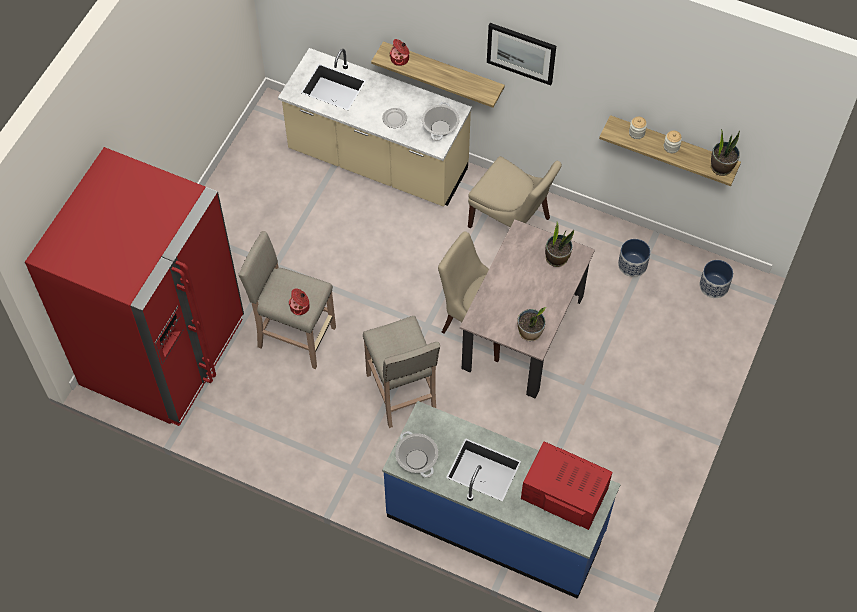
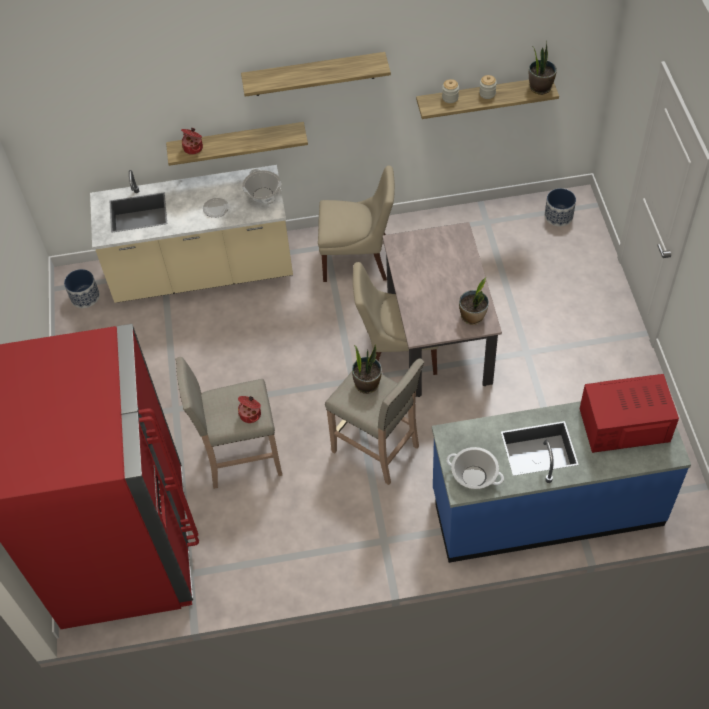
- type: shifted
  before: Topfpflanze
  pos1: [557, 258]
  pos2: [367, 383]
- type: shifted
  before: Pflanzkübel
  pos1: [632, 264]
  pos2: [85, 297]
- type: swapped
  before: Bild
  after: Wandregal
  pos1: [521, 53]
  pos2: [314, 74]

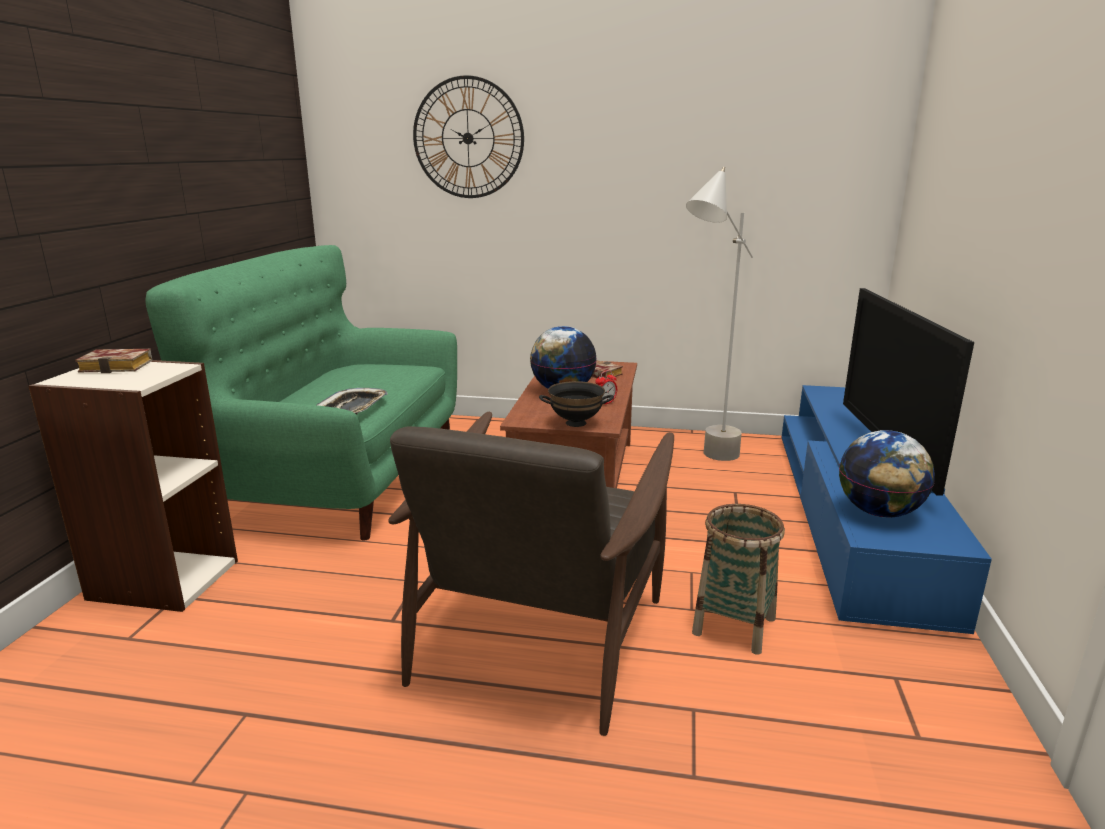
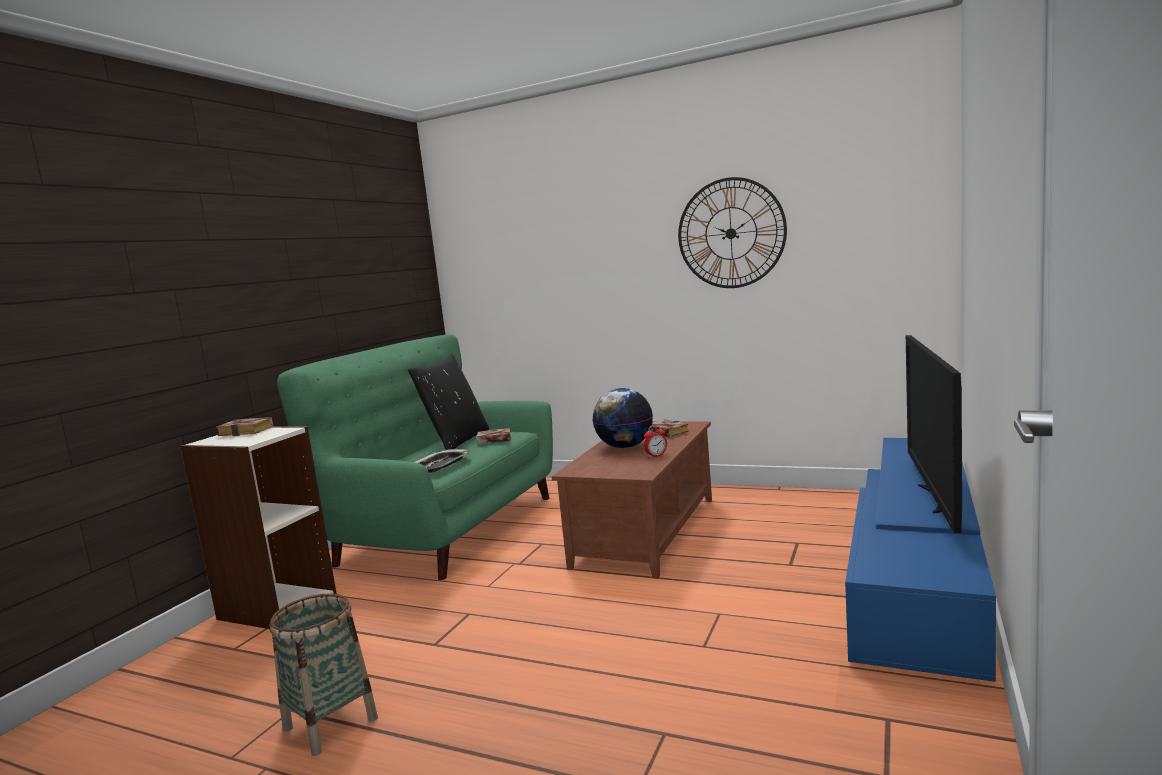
- type: gone
  before: Sessel (braun)
  pos1: [541, 632]
- type: gone
  before: Schüssel (schwarz)
  pos1: [575, 423]
- type: gone
  before: Stehlampe (grau)
  pos1: [706, 463]
- type: gone
  before: Globus
  pos1: [878, 512]
- type: new
  after: Kissen (schwarz)
  pos2: [456, 441]
- type: new
  after: Buch
  pos2: [493, 441]
- type: shifted
  before: Wanduhr
  pos1: [468, 138]
  pos2: [731, 233]
- type: shifted
  before: Korb
  pos1: [734, 626]
  pos2: [330, 723]

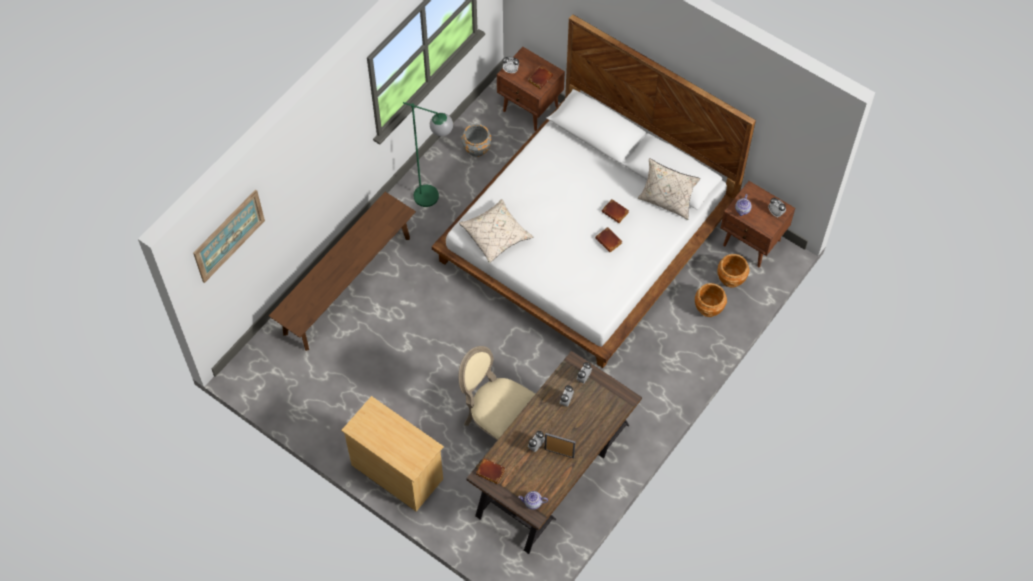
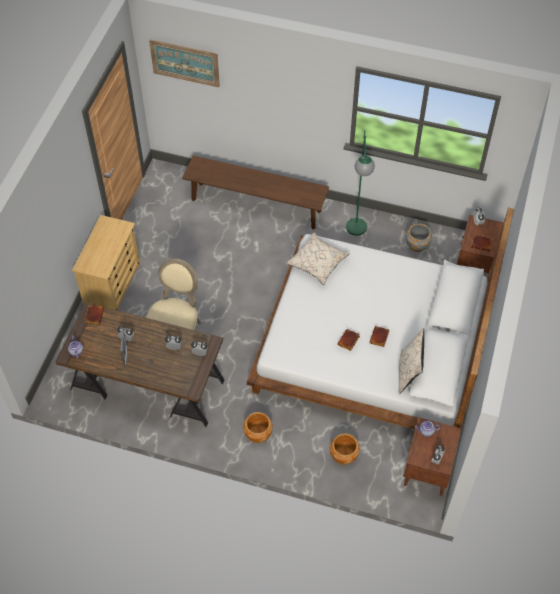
- type: shifted
  before: Pflanzkübel (braun)
  pos1: [731, 278]
  pos2: [258, 434]

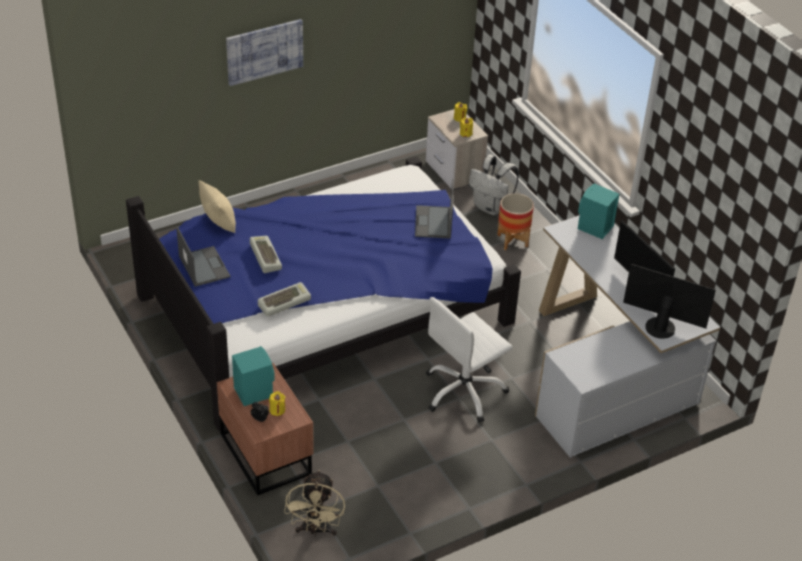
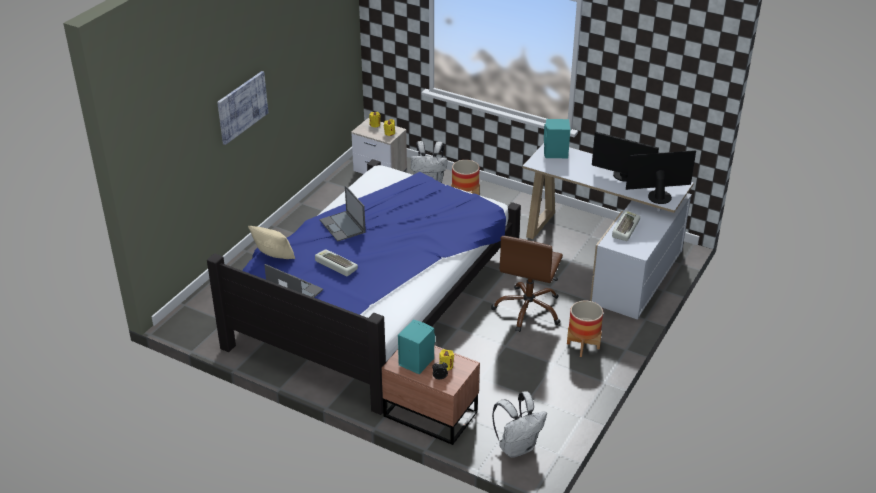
- type: new
  after: Pflanzkübel
  pos2: [583, 346]
- type: shifted
  before: Tastatur
  pos1: [284, 302]
  pos2: [625, 228]
- type: shifted
  before: Laptop
  pos1: [433, 223]
  pos2: [343, 226]
- type: swapped
  before: Ventilator (beige)
  after: Rucksack (weiß)
  pos1: [316, 530]
  pos2: [517, 447]
- type: repainted
  before: Bürostuhl (weiß)
  after: Bürostuhl (braun)
  pos1: [464, 392]
  pos2: [528, 310]

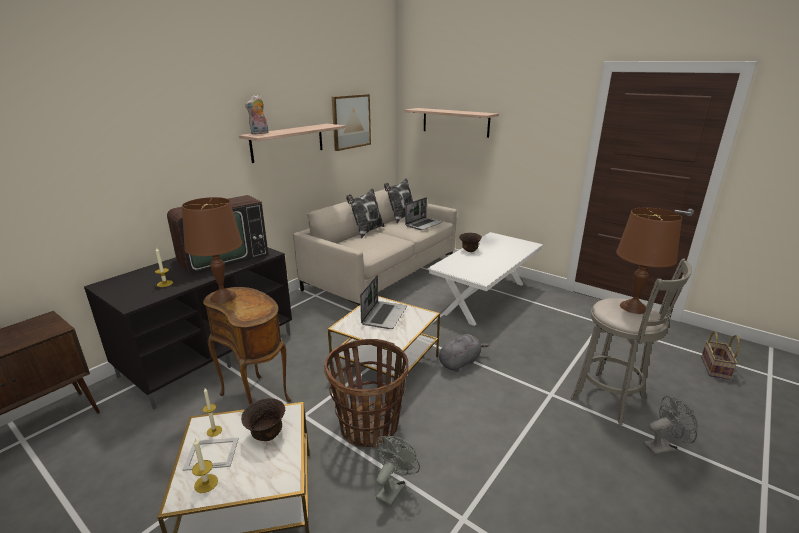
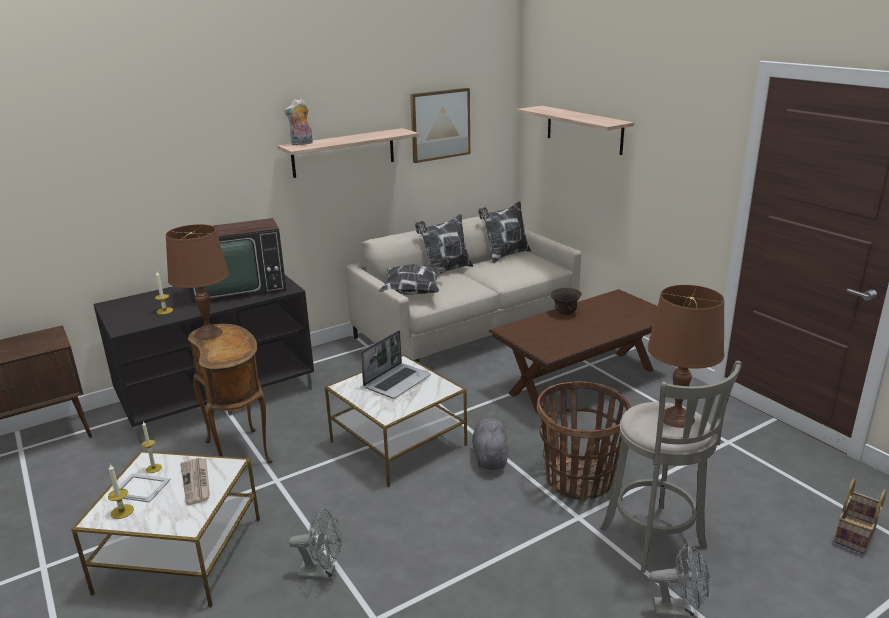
- type: gone
  before: Laptop
  pos1: [424, 224]
- type: new
  after: Kissen
  pos2: [413, 292]
- type: shifted
  before: Korb
  pos1: [369, 425]
  pos2: [579, 479]
- type: swapped
  before: Schüssel (braun)
  after: Zeitung
  pos1: [267, 435]
  pos2: [197, 482]
- type: repainted
  before: Couchtisch (weiß)
  after: Couchtisch (braun)
  pos1: [484, 298]
  pos2: [582, 381]
- type: rotated
  before: Ventilator (grau)
  pos1: [393, 488]
  pos2: [322, 573]
  turn: 45
- type: rotated
  before: Plüschtier (grau)
  pos1: [460, 362]
  pos2: [490, 457]
  turn: -75

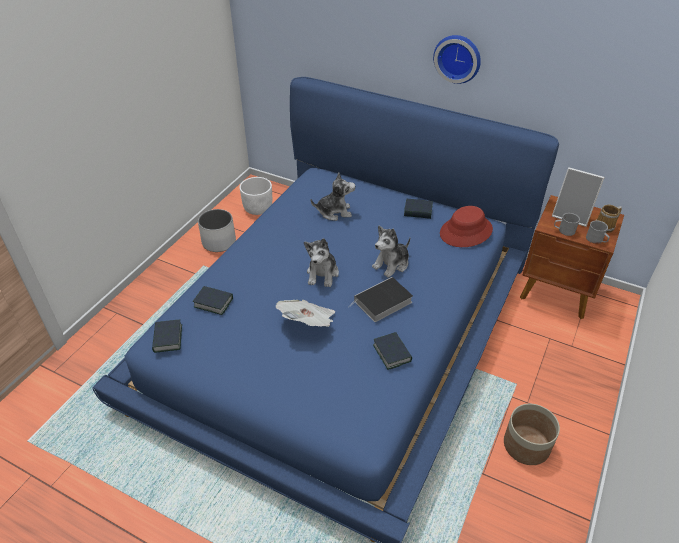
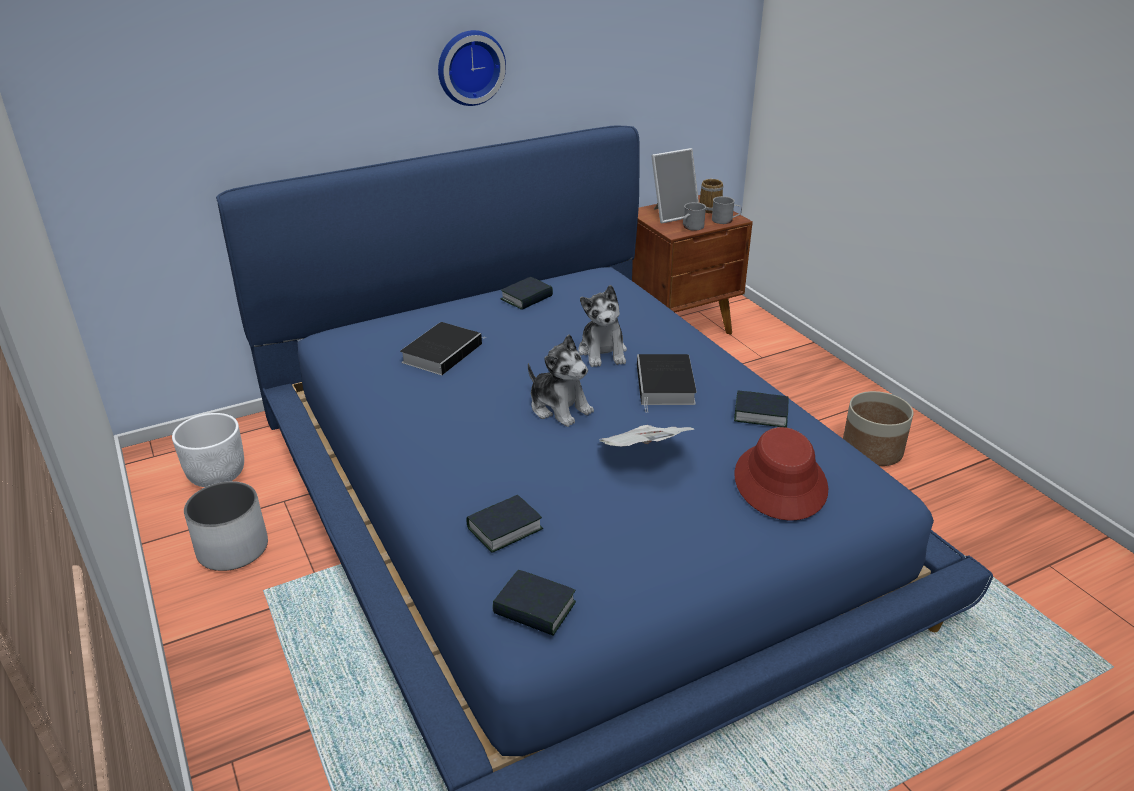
- type: shifted
  before: Hut (rot)
  pos1: [466, 232]
  pos2: [781, 482]
- type: swapped
  before: Plüschtier
  after: Buch
  pos1: [334, 212]
  pos2: [443, 352]

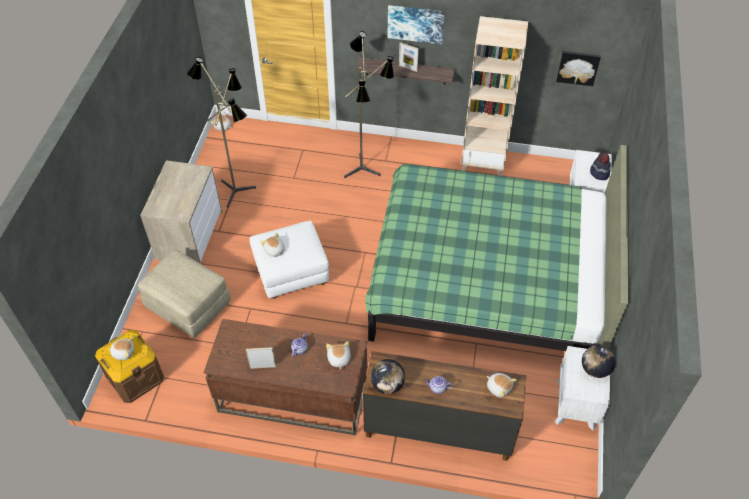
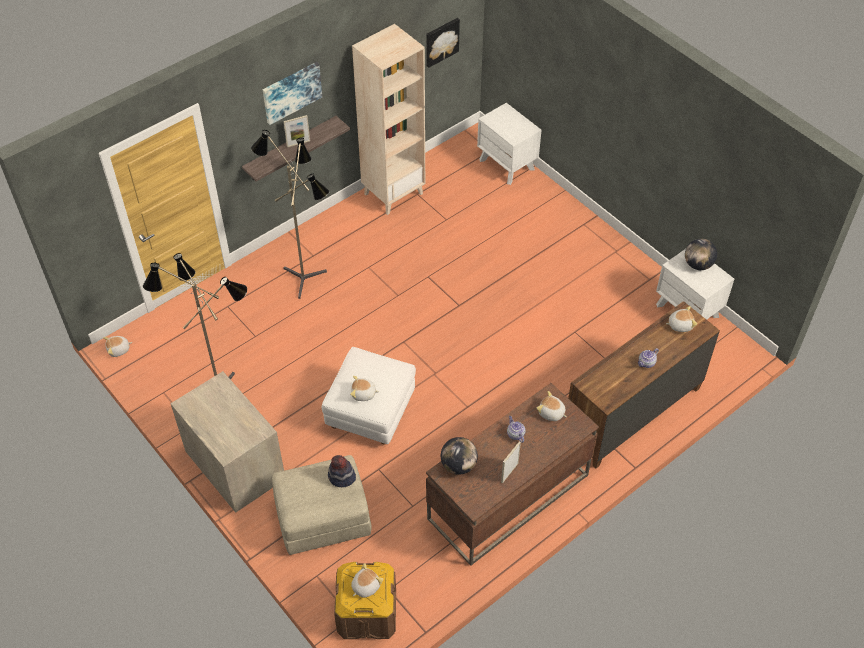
- type: gone
  before: Bett (grün)
  pos1: [488, 279]
- type: shifted
  before: Globus
  pos1: [387, 385]
  pos2: [458, 465]
- type: shifted
  before: Hut
  pos1: [599, 173]
  pos2: [341, 477]

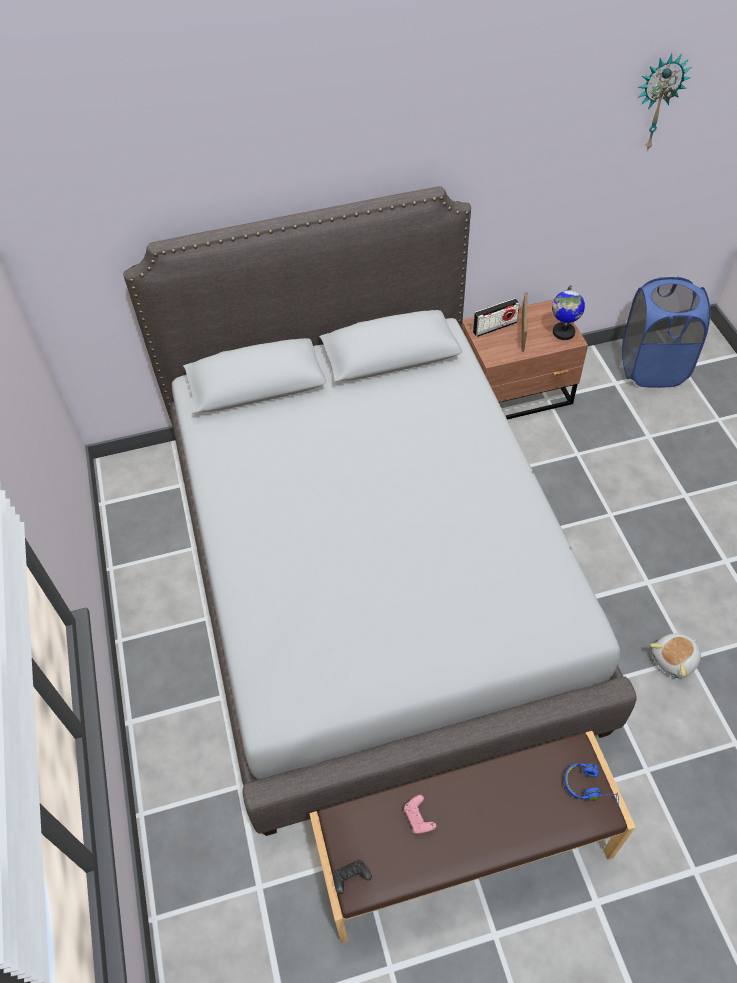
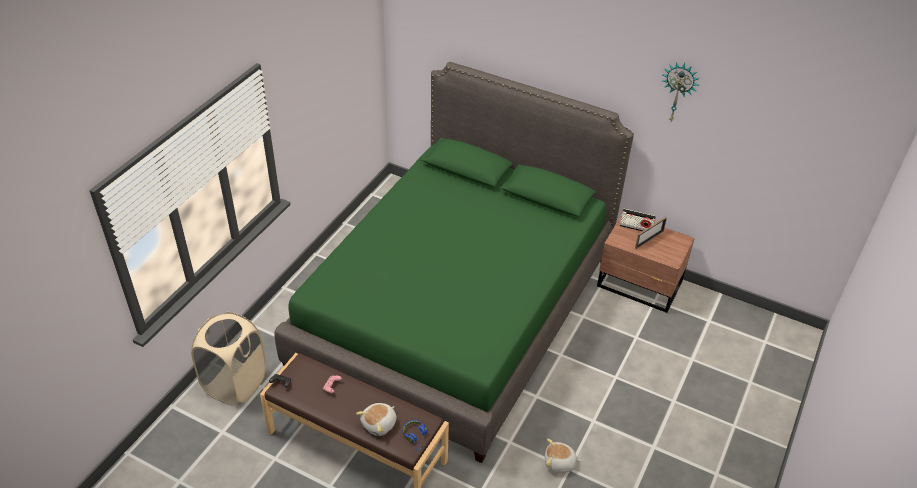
- type: gone
  before: Globus
  pos1: [563, 332]
- type: gone
  before: Wäschekorb (blau)
  pos1: [652, 368]
- type: new
  after: Wäschekorb (beige)
  pos2: [235, 384]
- type: new
  after: Plüschtier
  pos2: [379, 424]
- type: shifted
  before: Wanduhr
  pos1: [656, 102]
  pos2: [678, 91]
- type: repainted
  before: Bett (grau)
  after: Bett (grün)
  pos1: [373, 573]
  pos2: [456, 310]

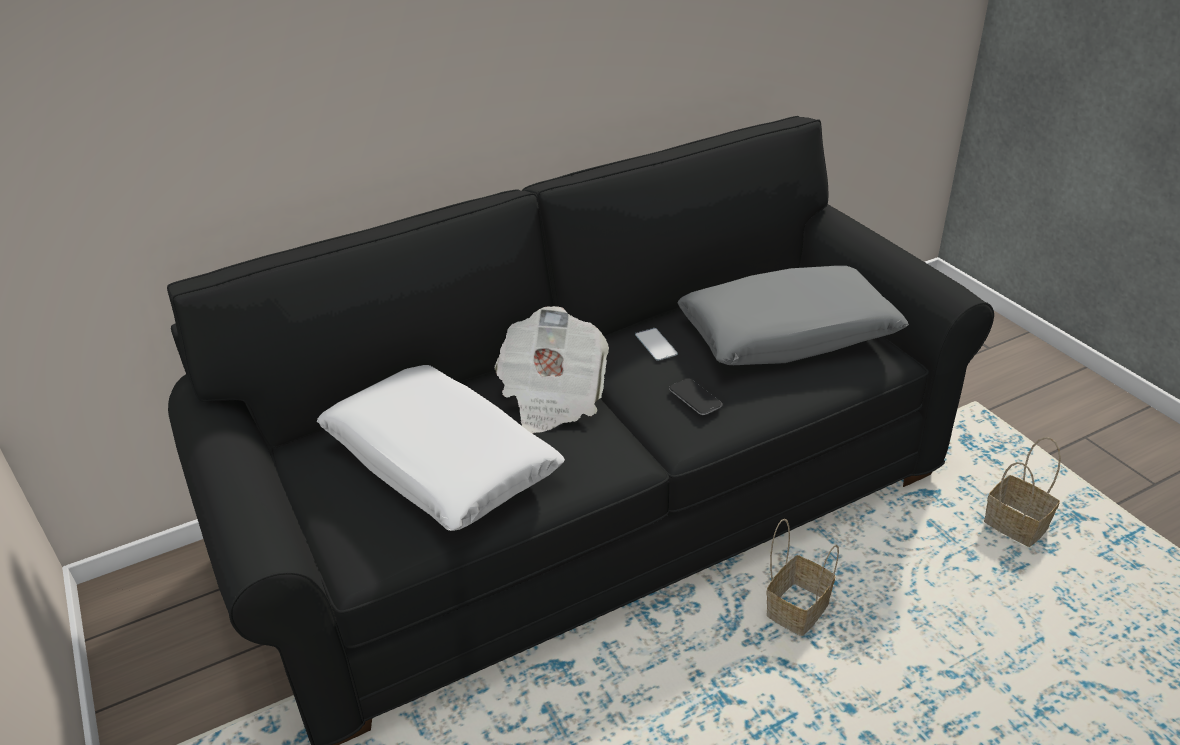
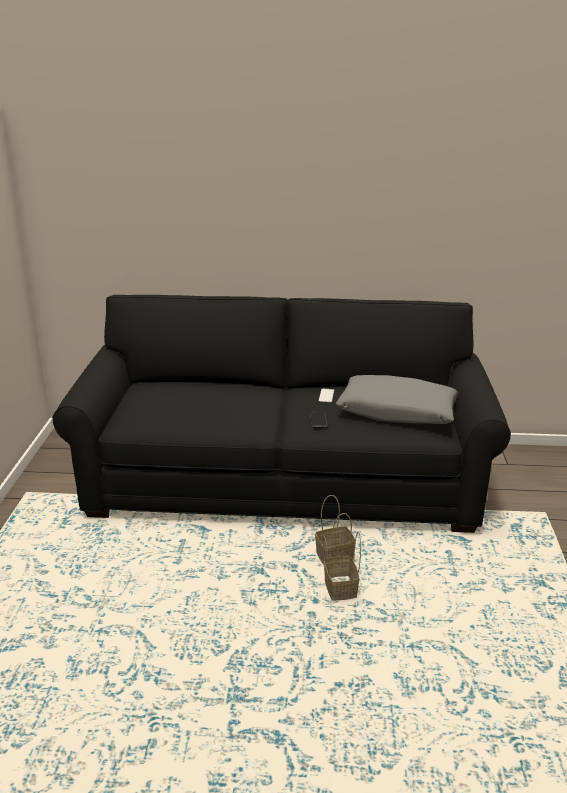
- type: gone
  before: Kissen (weiß)
  pos1: [440, 462]
- type: gone
  before: Zeitung
  pos1: [553, 395]
- type: shifted
  before: Korb
  pos1: [1012, 526]
  pos2: [339, 588]

